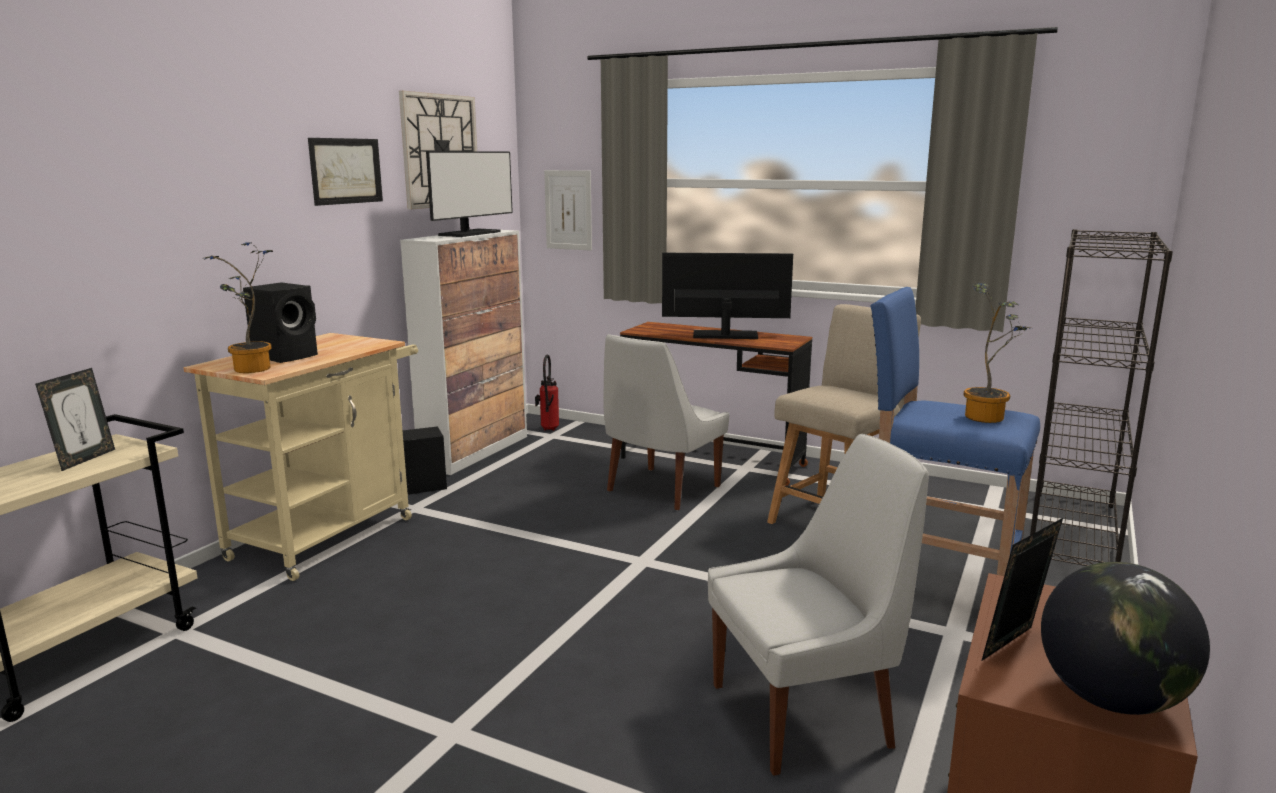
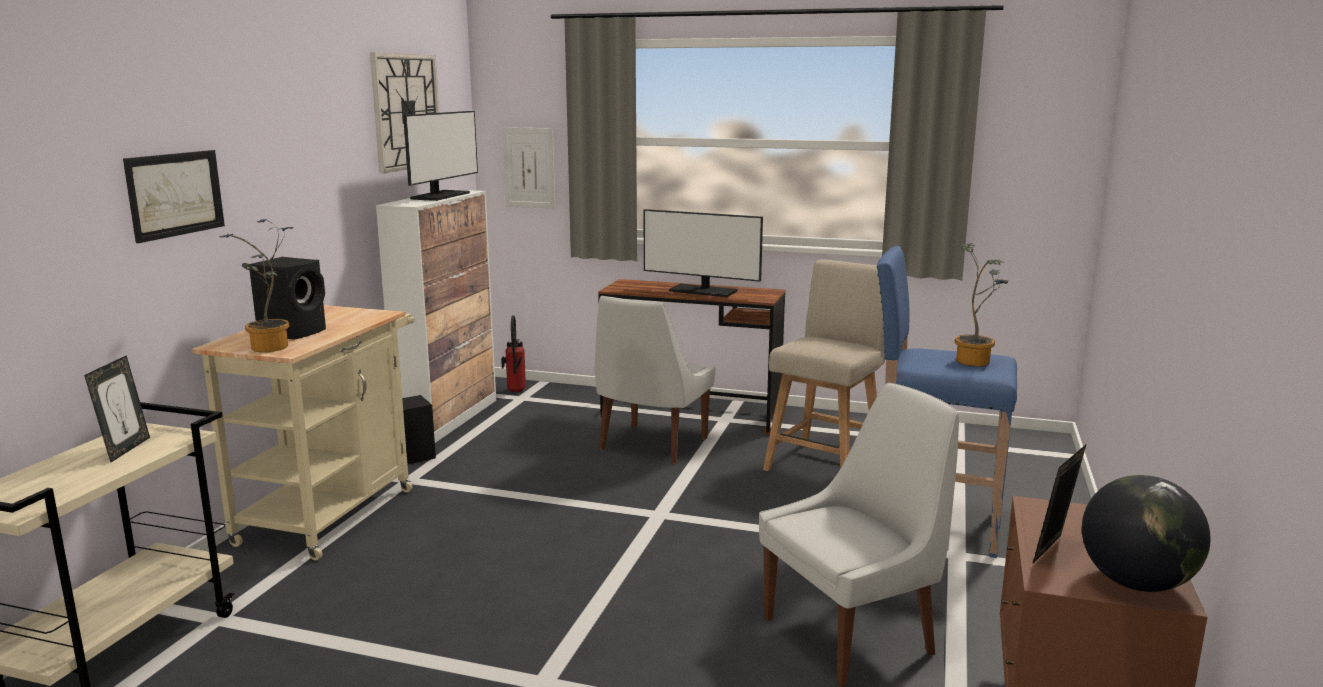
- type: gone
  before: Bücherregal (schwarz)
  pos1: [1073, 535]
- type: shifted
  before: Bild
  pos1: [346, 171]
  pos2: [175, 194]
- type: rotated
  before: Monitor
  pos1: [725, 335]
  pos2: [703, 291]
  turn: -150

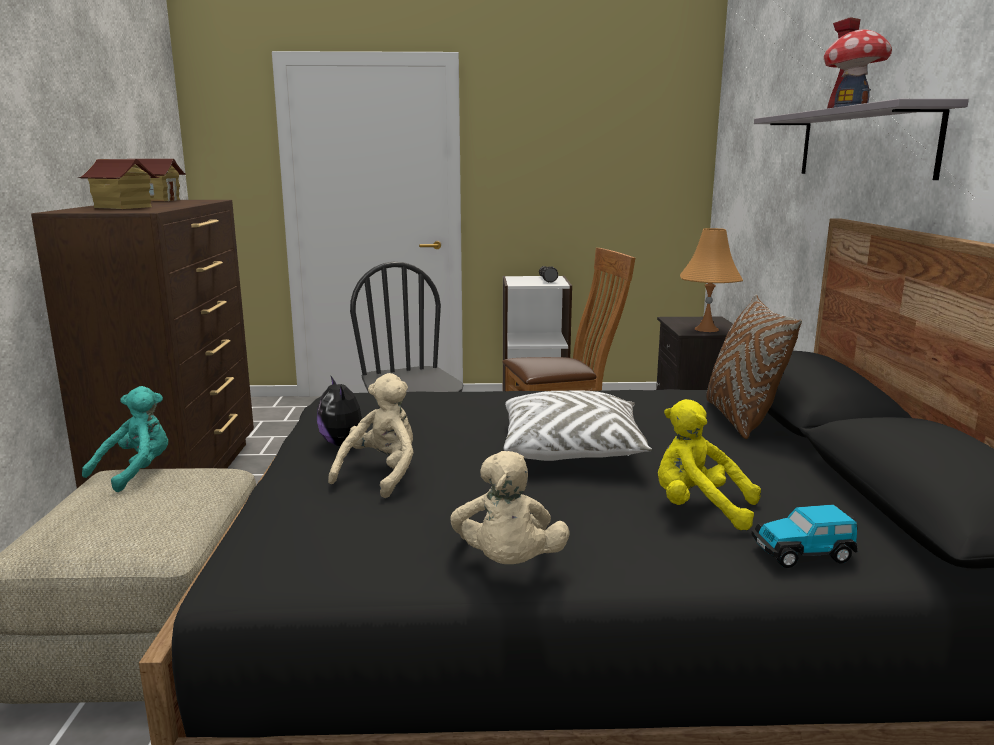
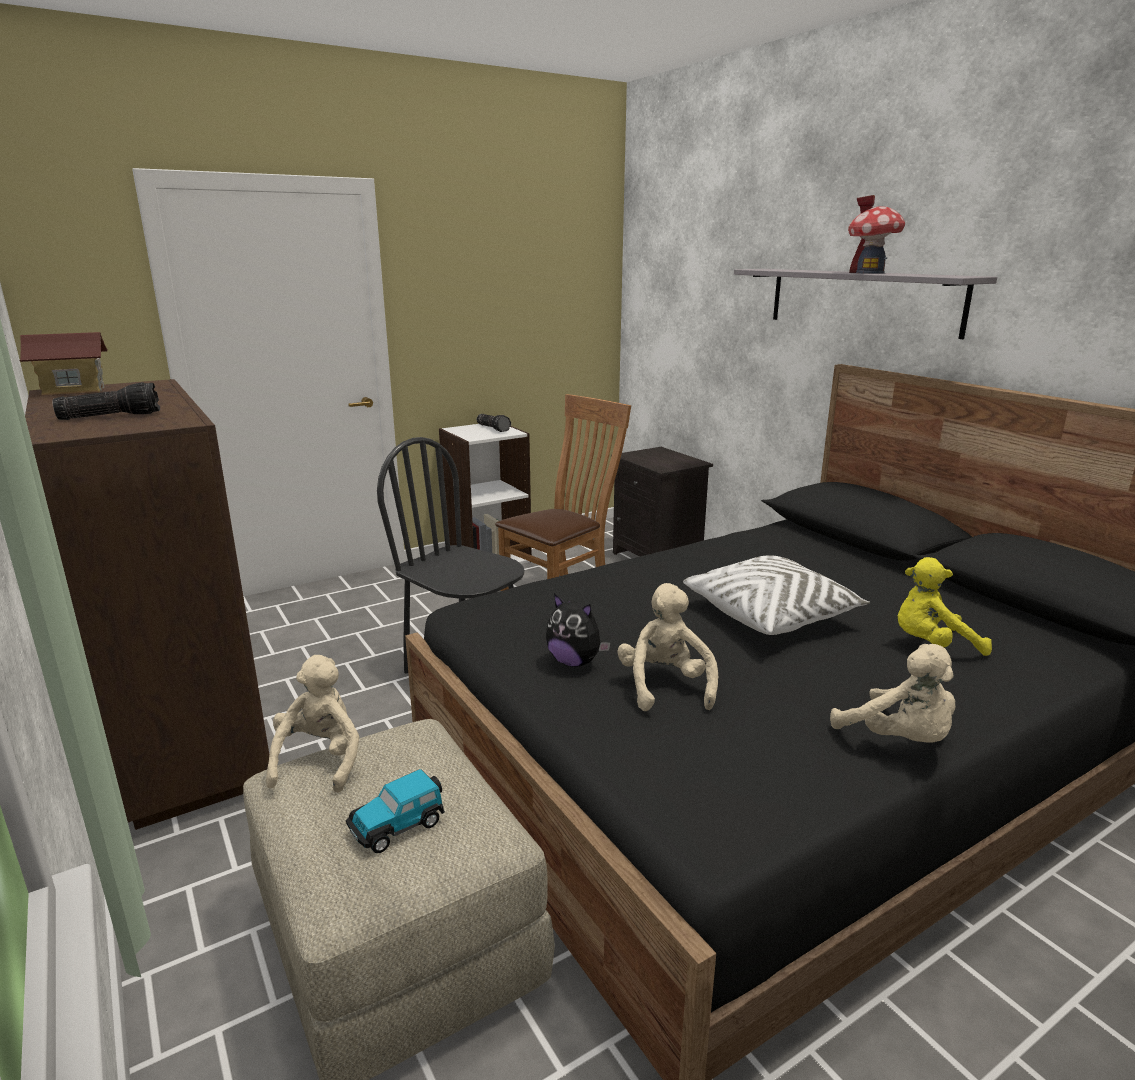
- type: gone
  before: Tischlampe (orange)
  pos1: [706, 329]
- type: gone
  before: Kissen (braun)
  pos1: [740, 419]
- type: shifted
  before: Spielzeugauto
  pos1: [804, 553]
  pos2: [399, 825]
- type: swapped
  before: Spielzeughaus
  after: Taschenlampe
  pos1: [122, 208]
  pos2: [112, 416]
- type: repainted
  before: Plüschtier (türkis)
  after: Plüschtier (beige)
  pos1: [136, 472]
  pos2: [320, 760]

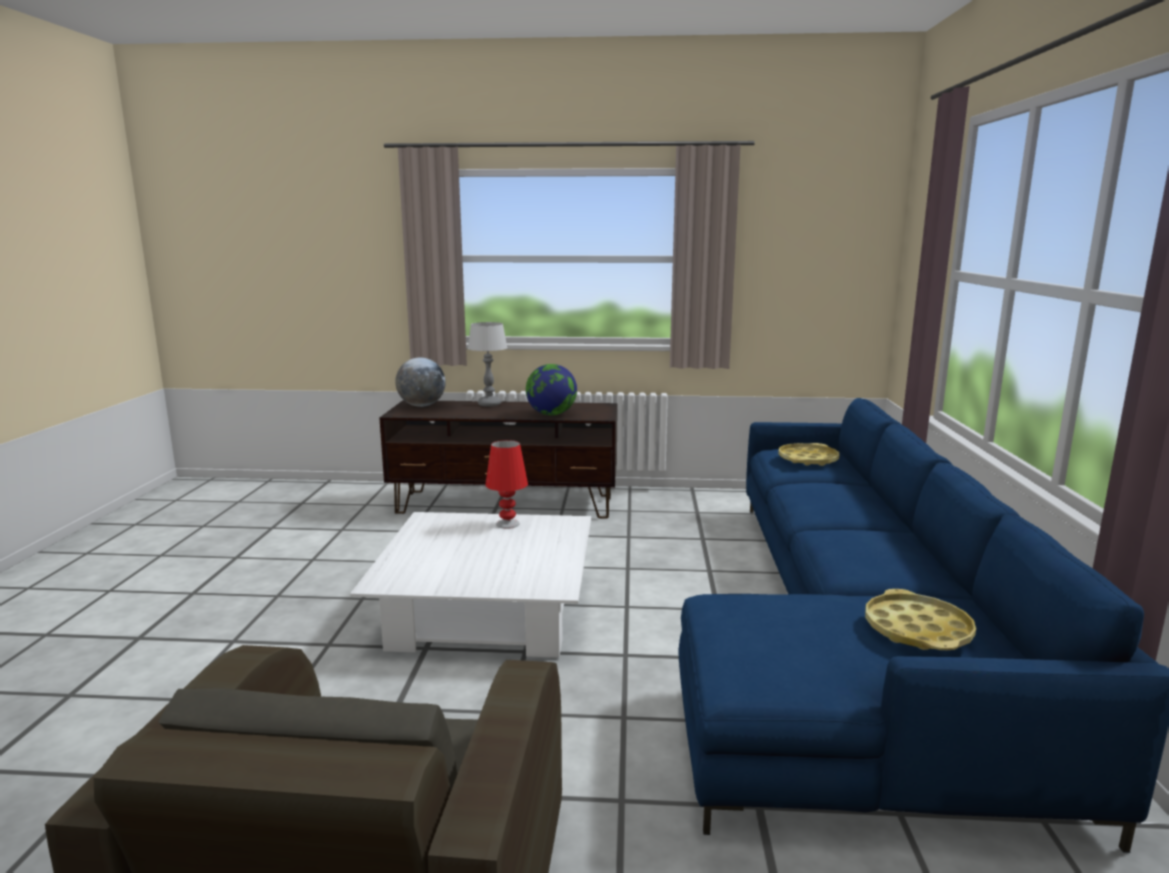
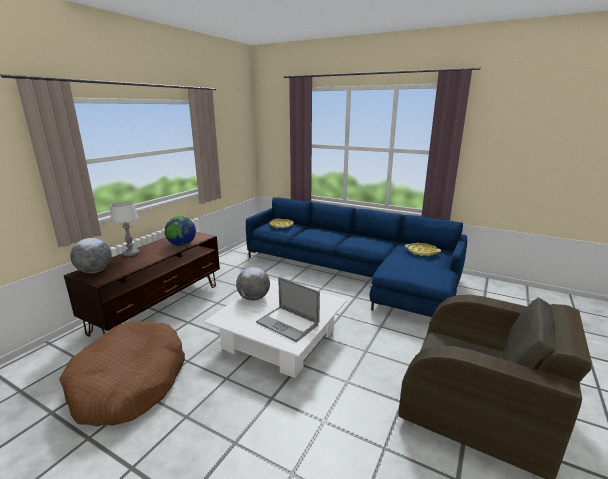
- type: new
  after: Hundebett (braun)
  pos2: [130, 382]
- type: new
  after: Laptop
  pos2: [287, 323]
- type: swapped
  before: Tischlampe (rot)
  after: Globus
  pos1: [507, 524]
  pos2: [253, 298]

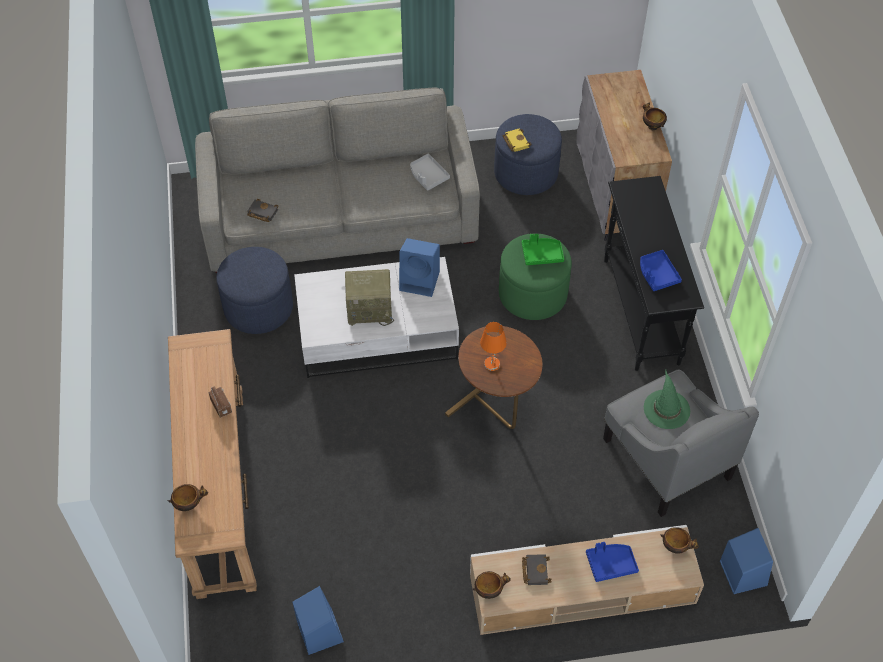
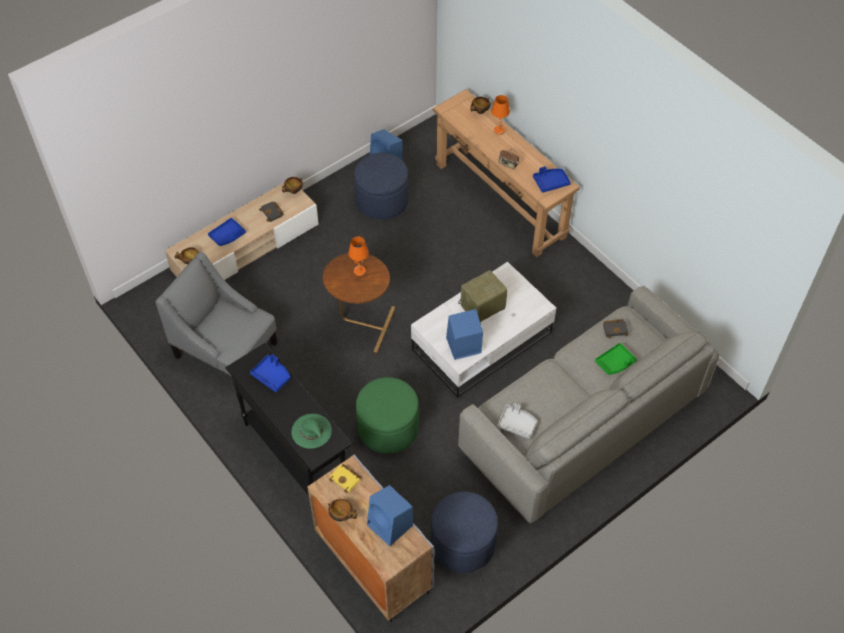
- type: new
  after: Tischlampe (orange)
  pos2: [499, 131]
- type: new
  after: Tablett (blau)
  pos2: [550, 182]
- type: shifted
  before: Polsterhocker (blau)
  pos1: [258, 307]
  pos2: [382, 201]
- type: shifted
  before: Buch (gelb)
  pos1: [515, 141]
  pos2: [346, 479]
- type: shifted
  before: Tablett (grün)
  pos1: [541, 254]
  pos2: [615, 363]
- type: shifted
  before: Hut (grün)
  pos1: [666, 408]
  pos2: [312, 431]
- type: shifted
  before: Lautsprecher (blau)
  pos1: [742, 572]
  pos2: [391, 525]

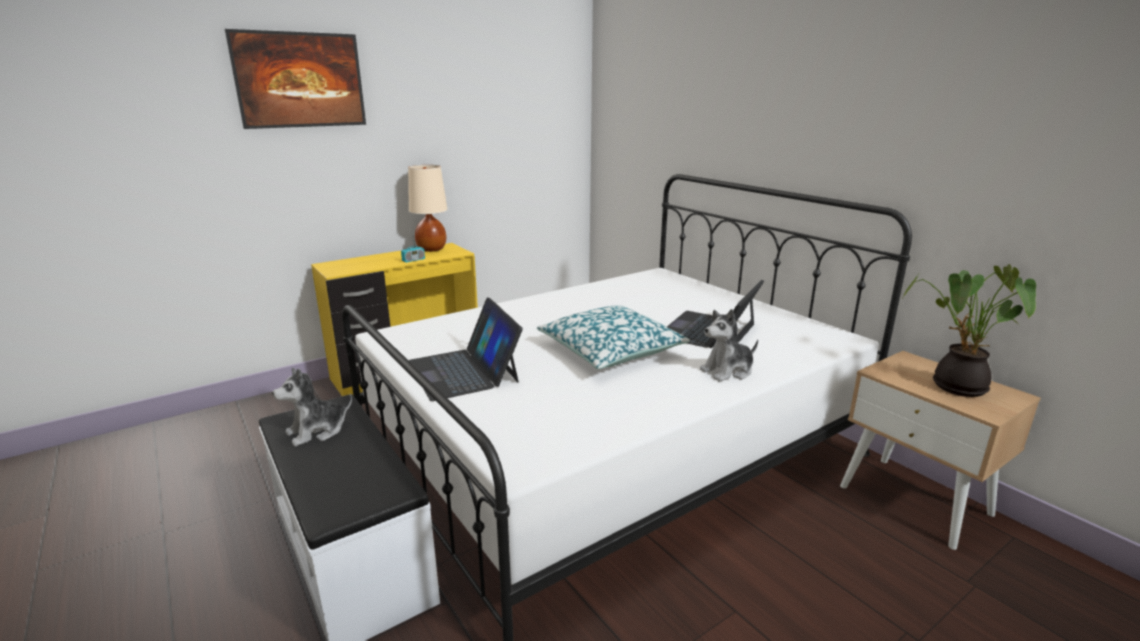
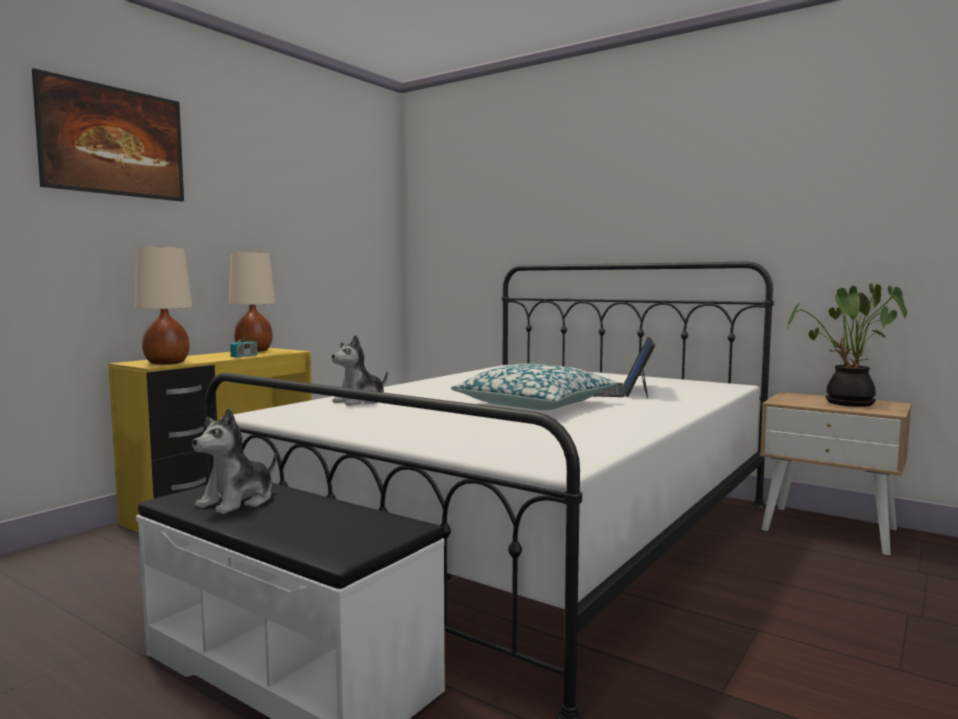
- type: gone
  before: Laptop
  pos1: [464, 371]
- type: new
  after: Tischlampe (beige)
  pos2: [167, 363]
- type: shifted
  before: Plüschtier
  pos1: [728, 371]
  pos2: [360, 401]

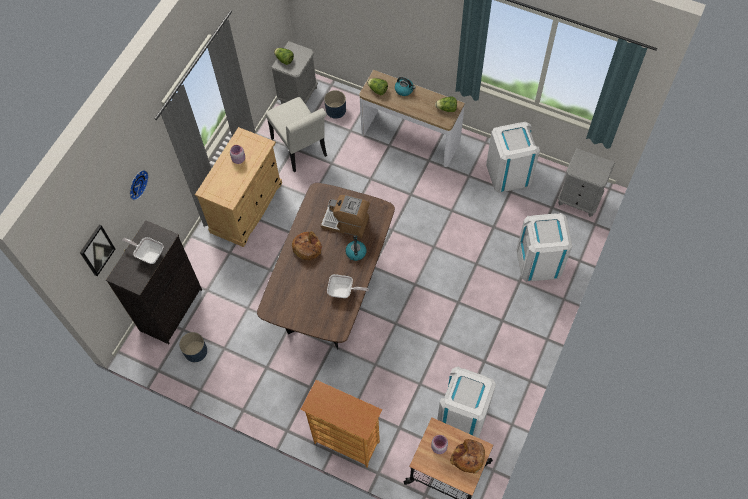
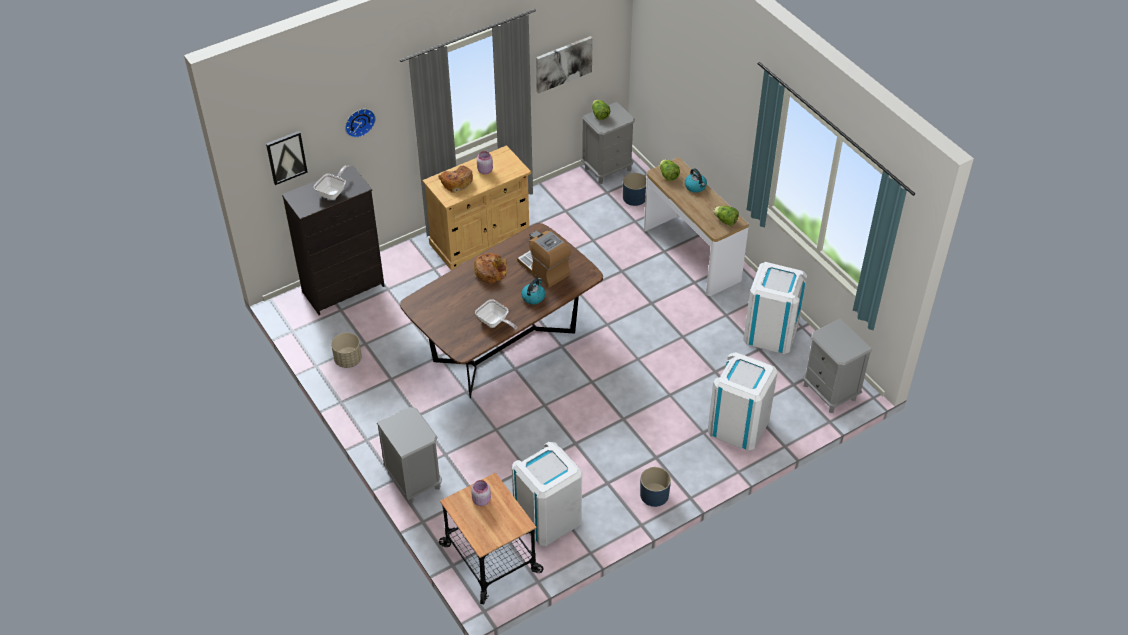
- type: gone
  before: Stuhl (weiß)
  pos1: [301, 150]
- type: new
  after: Pflanzkübel (beige)
  pos2: [348, 360]
- type: new
  after: Bild
  pos2: [563, 63]
- type: shifted
  before: Pflanzkübel (blau)
  pos1: [195, 351]
  pos2: [654, 495]
- type: shifted
  before: Brot
  pos1: [468, 457]
  pos2: [456, 182]
- type: swapped
  before: Bücherregal
  after: Nachttisch (grau)
  pos1: [346, 443]
  pos2: [413, 480]
- type: rotated
  before: Pfanne
  pos1: [148, 254]
  pos2: [333, 192]
  turn: 60

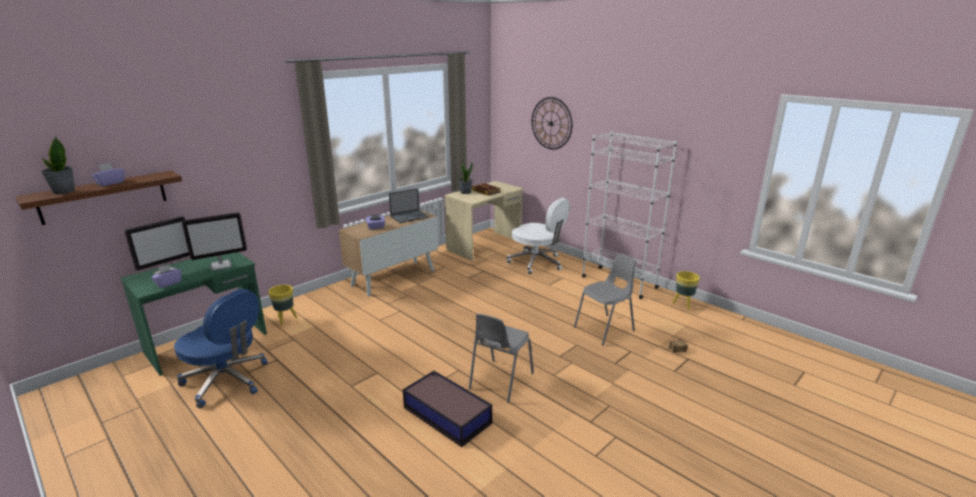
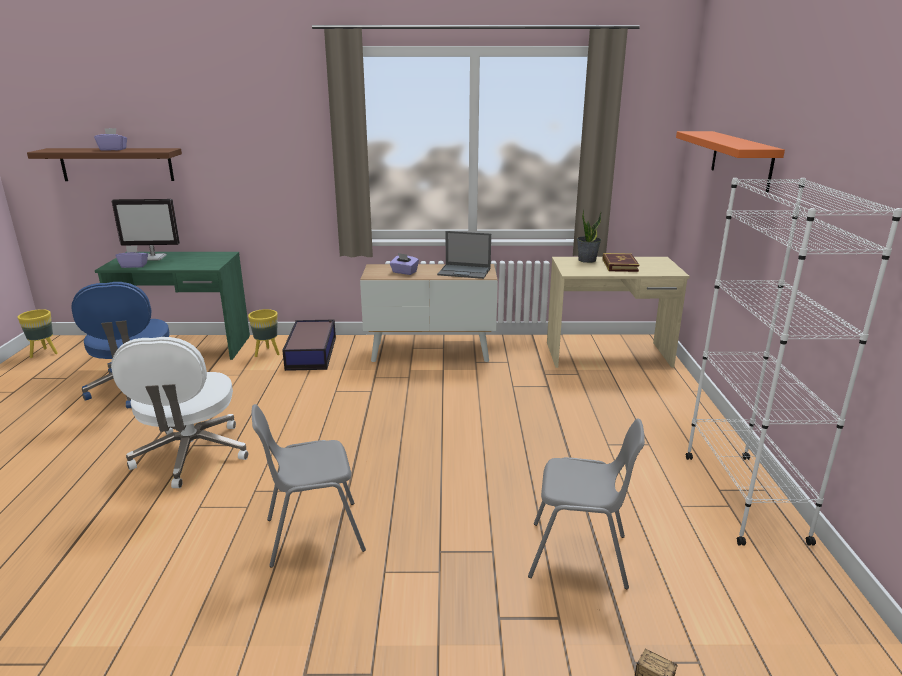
- type: gone
  before: Topfpflanze
  pos1: [63, 191]
- type: gone
  before: Monitor
  pos1: [221, 265]
- type: shifted
  before: Aufbewahrungsbox
  pos1: [446, 414]
  pos2: [312, 353]
- type: shifted
  before: Bürostuhl (weiß)
  pos1: [537, 263]
  pos2: [191, 455]
- type: shifted
  before: Pflanzkübel (gelb)
  pos1: [683, 305]
  pos2: [44, 353]
- type: swapped
  before: Wanduhr
  after: Wandregal (orange)
  pos1: [551, 123]
  pos2: [741, 159]

